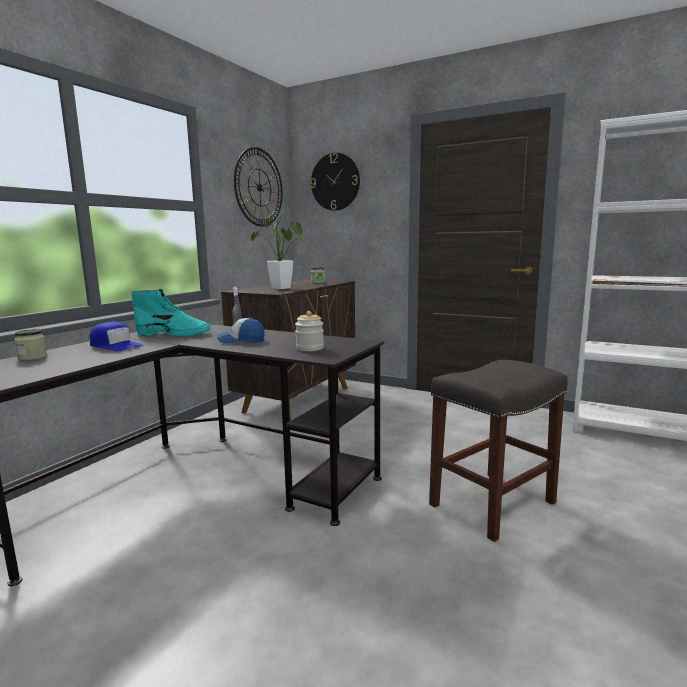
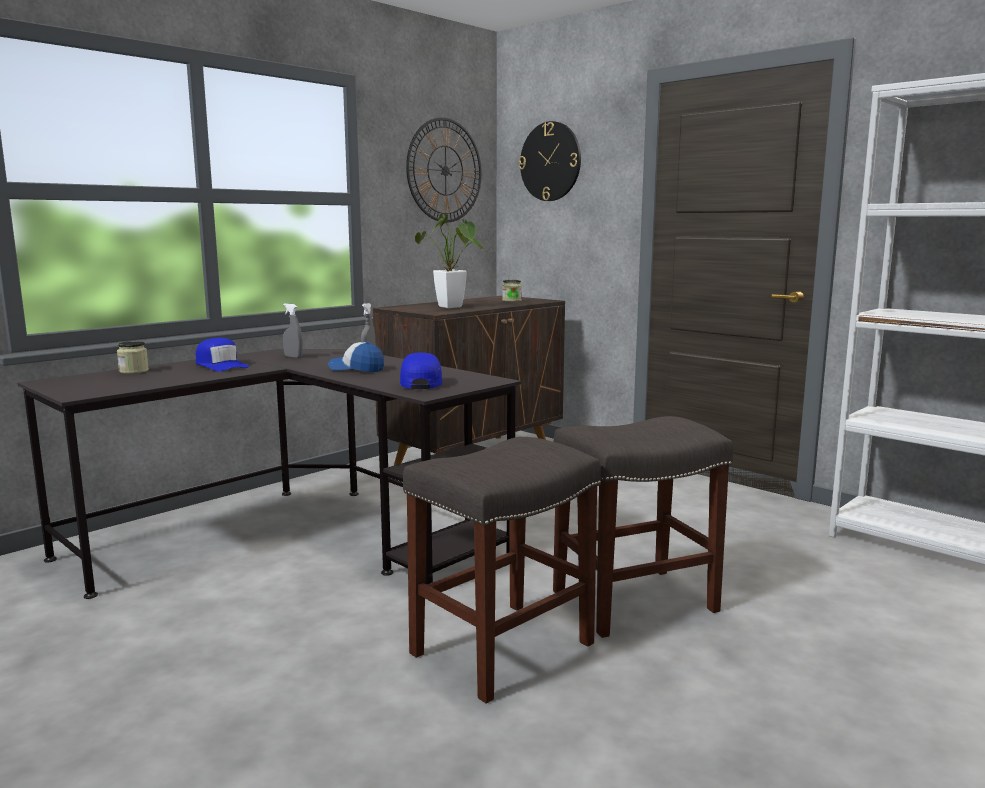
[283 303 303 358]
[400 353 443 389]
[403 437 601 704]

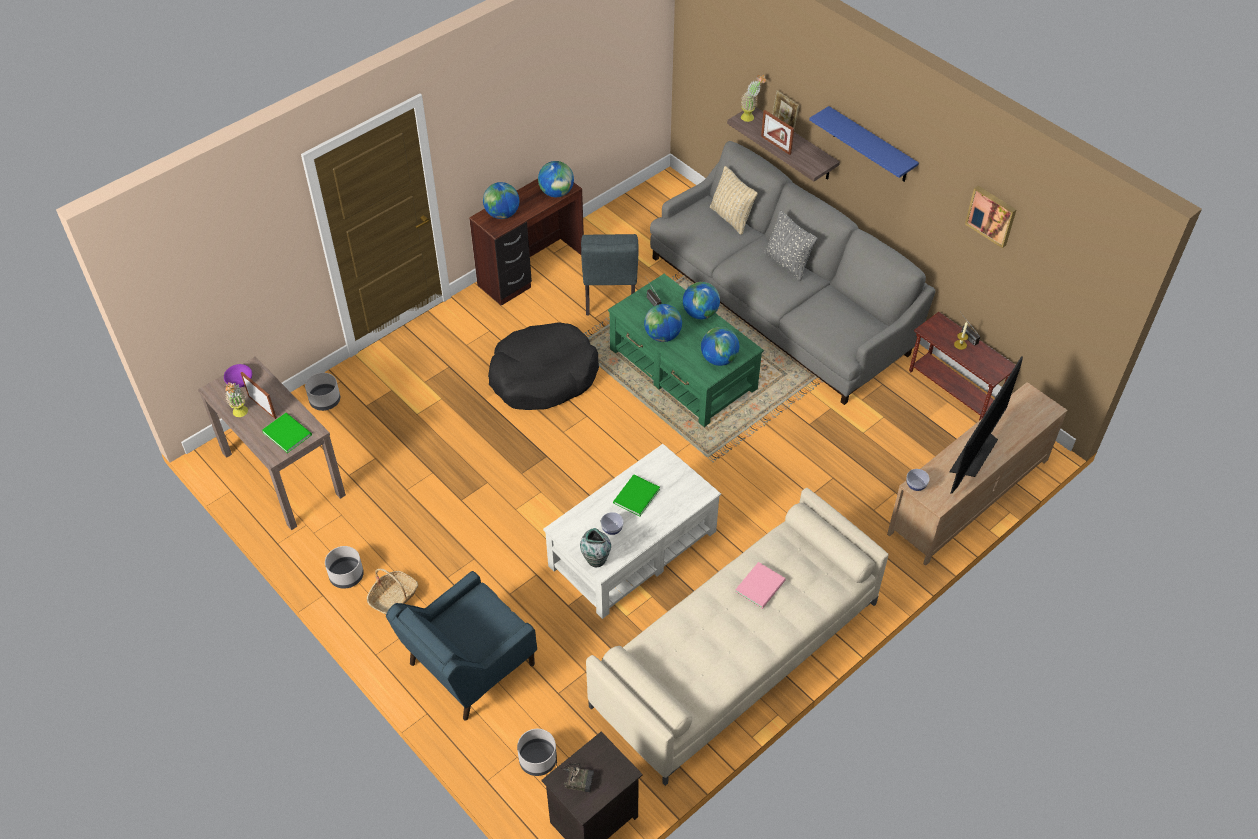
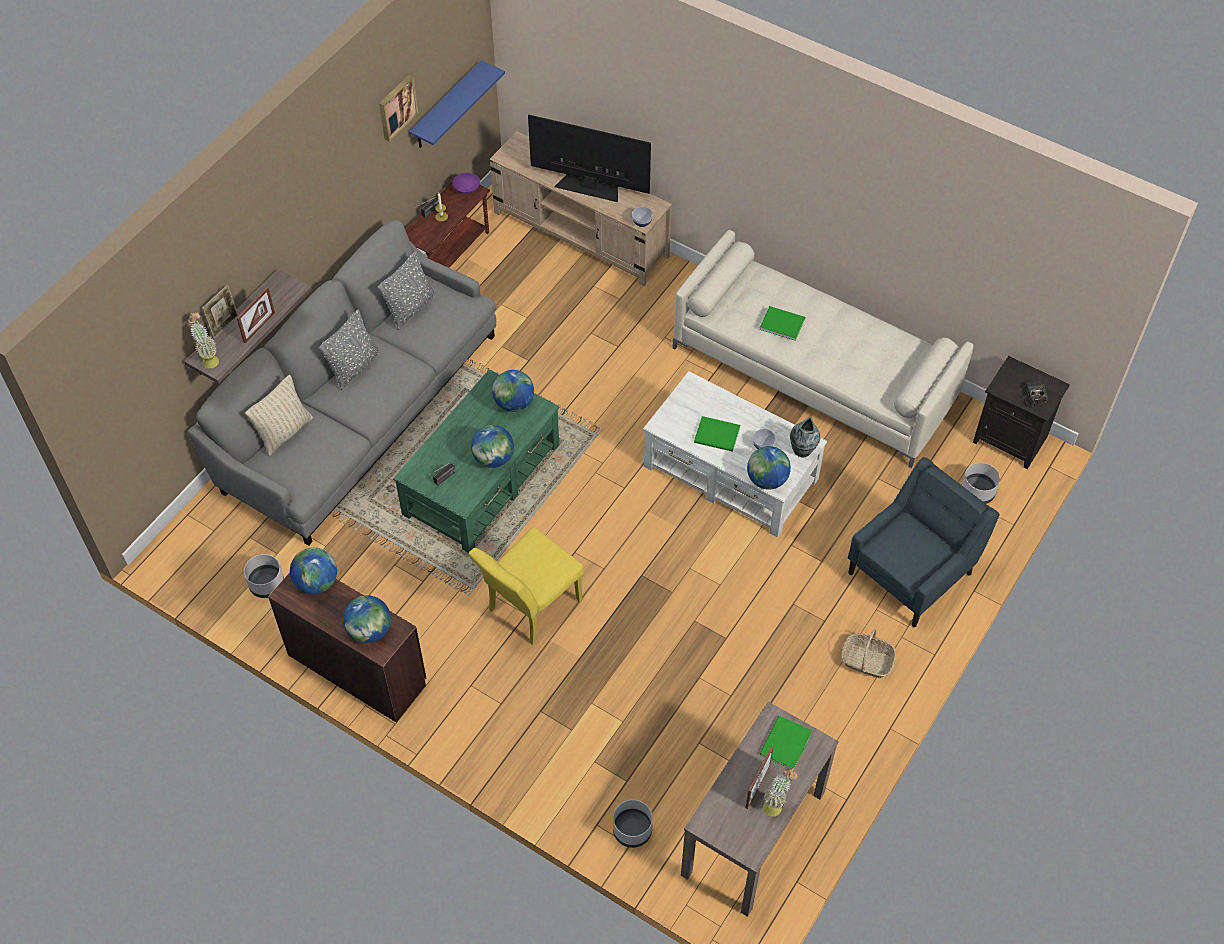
[409 60 505 148]
[581 234 638 315] (first image)
[747 446 791 490]
[468 527 584 645]
[453 173 480 194]
[244 554 284 598]
[759 306 805 341]
[848 457 1000 627]
[378 251 436 330]

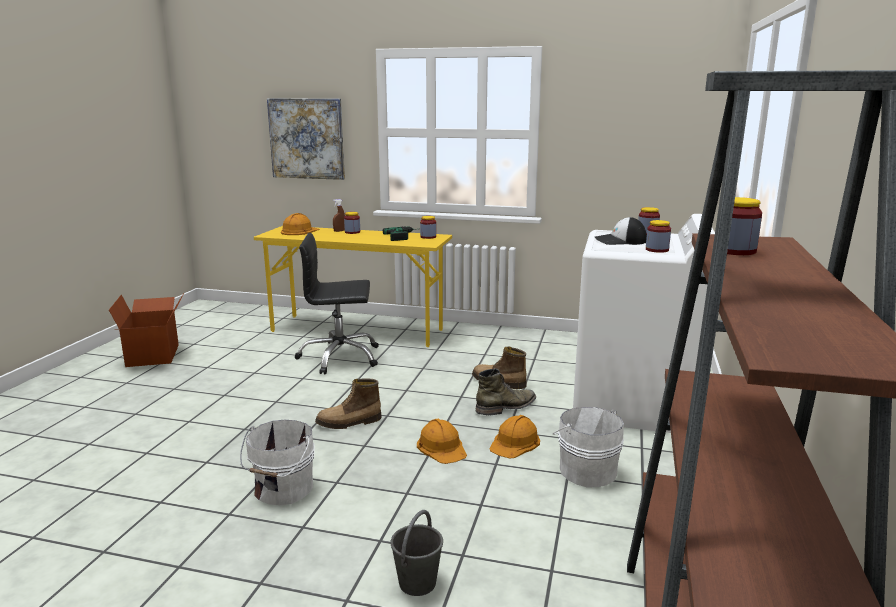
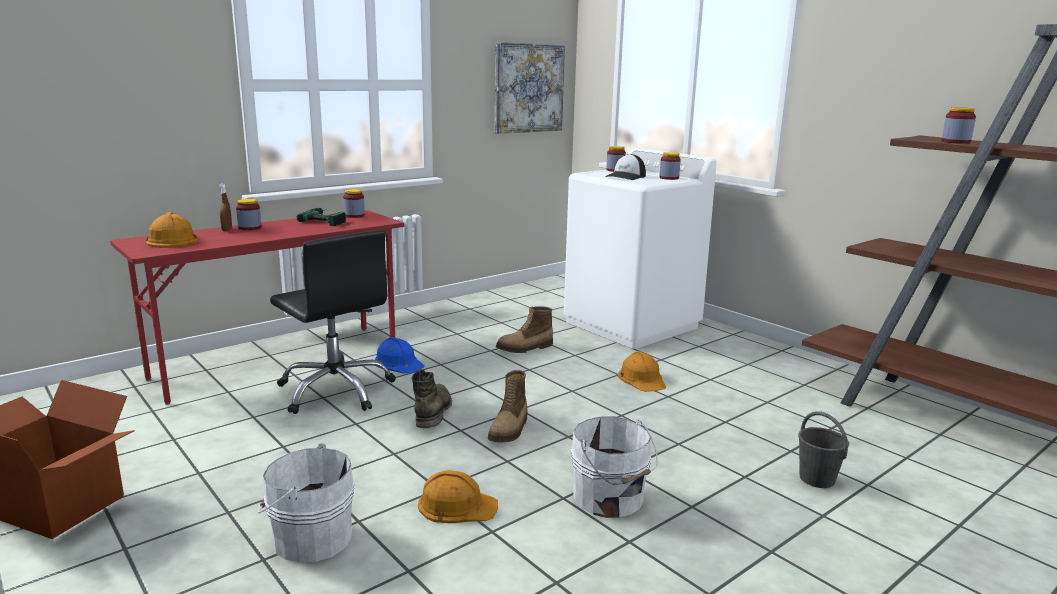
[495 42 565 134]
[110 210 404 405]
[270 230 396 414]
[412 369 452 428]
[257 444 355 562]
[418 470 498 523]
[375 337 424 373]

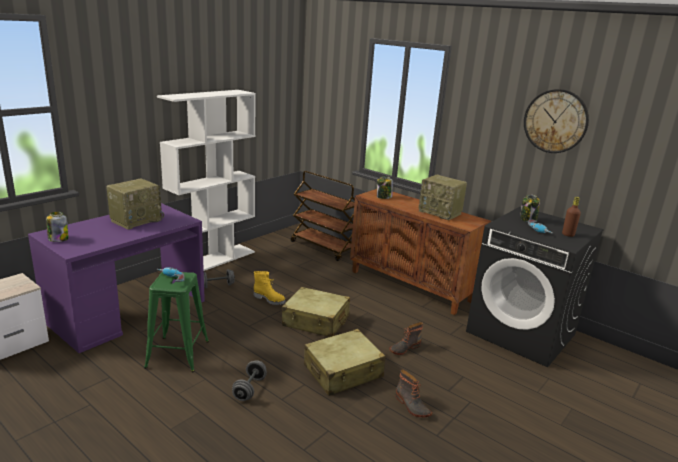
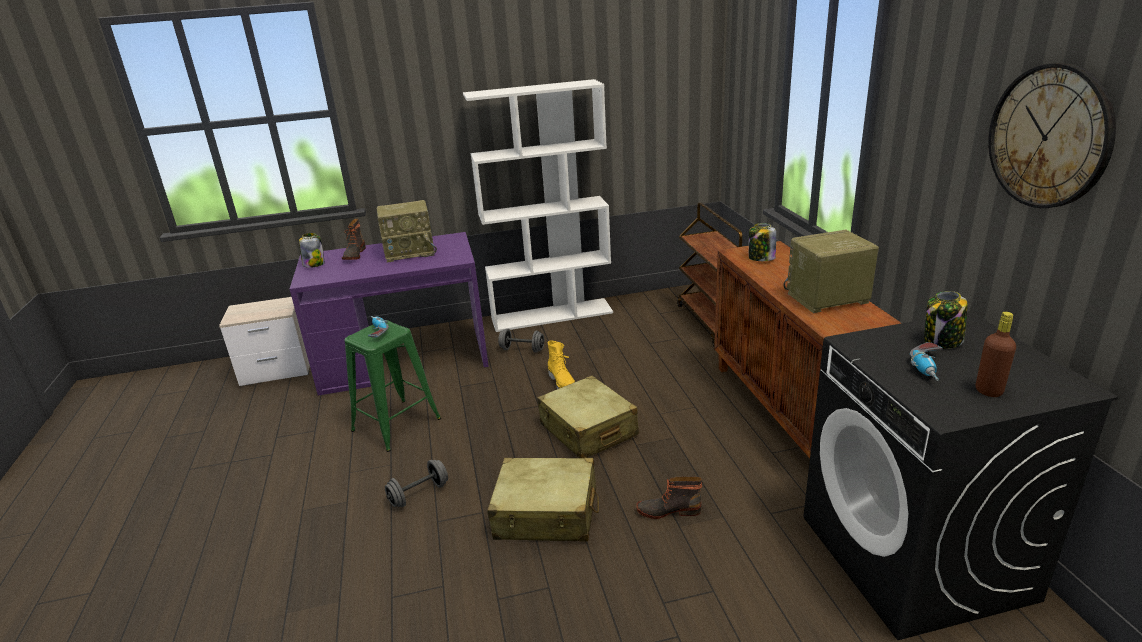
[783 230 879 313]
[342 219 366 260]

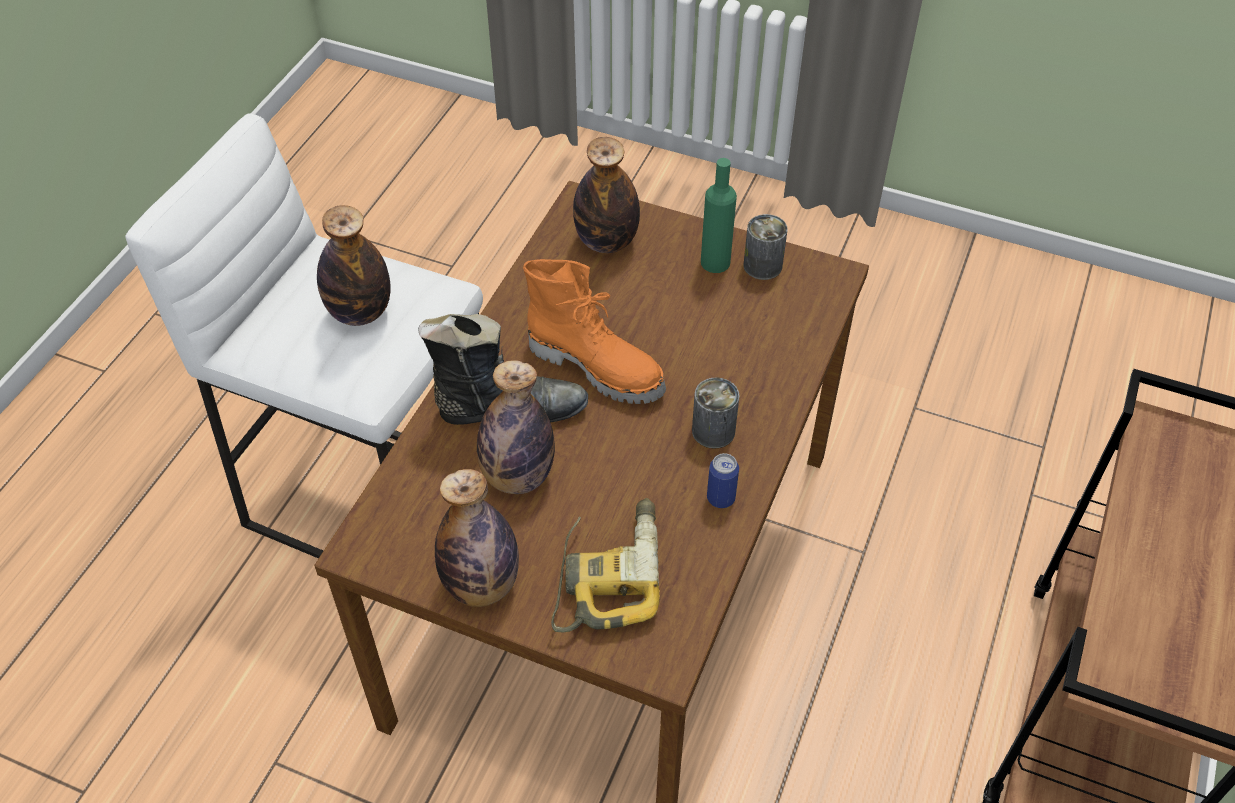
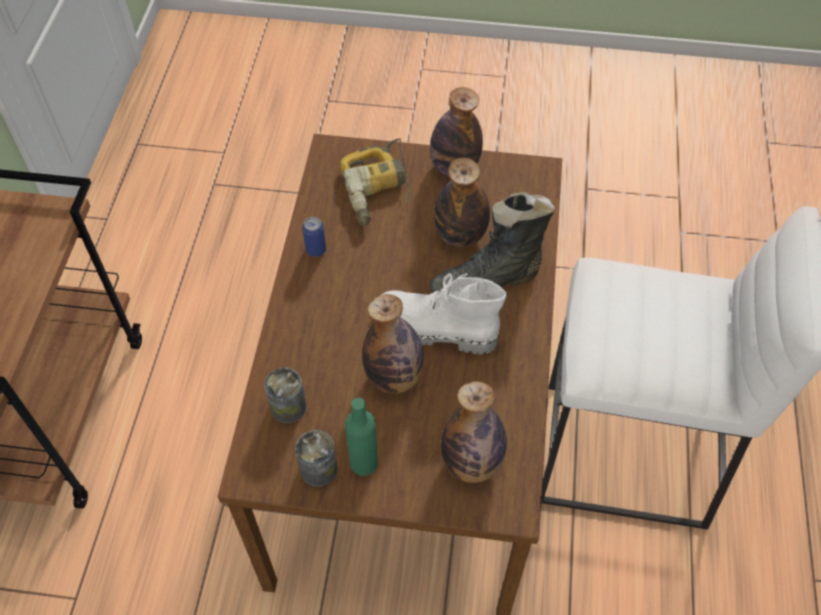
[362 294 424 394]
[380 273 507 355]
[265 368 306 423]

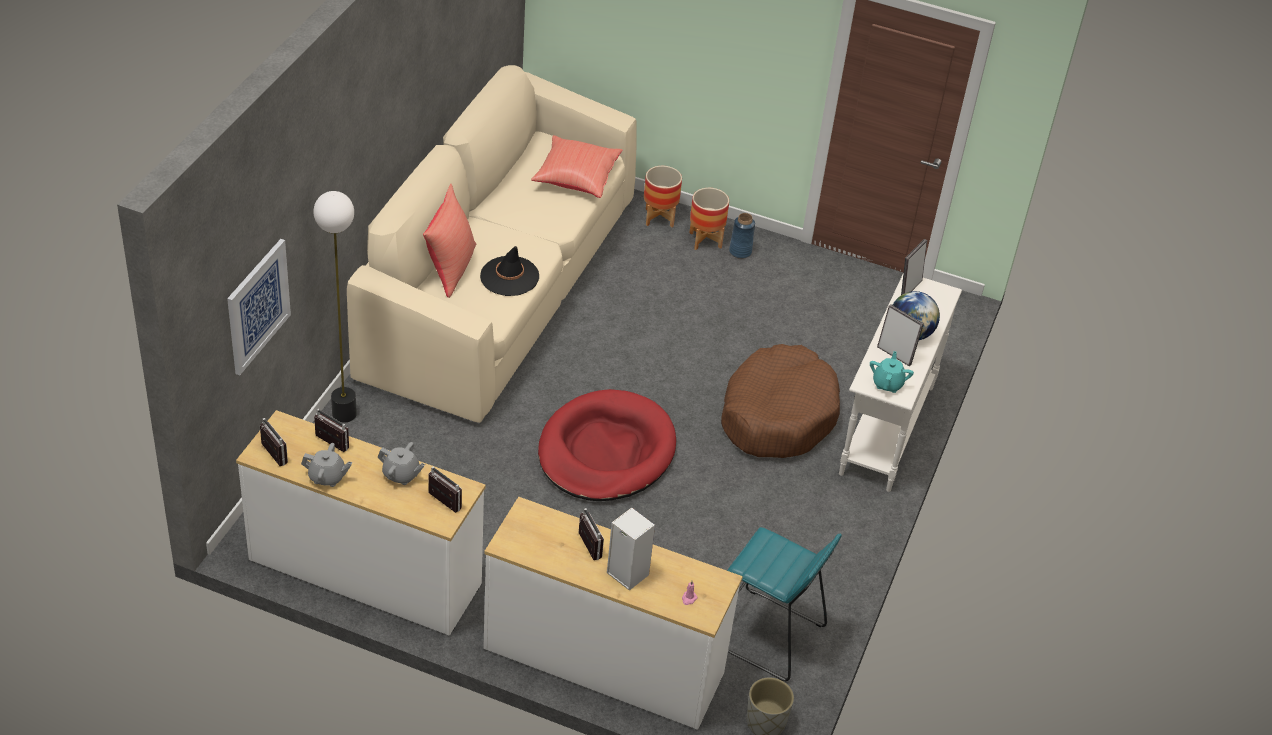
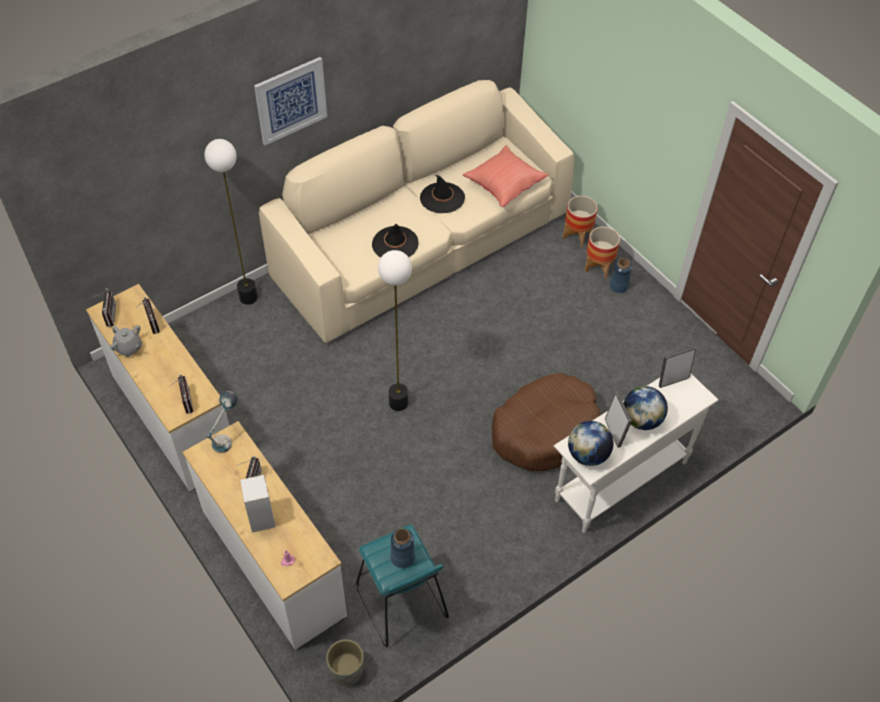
[423 183 476 298] (first image)
[254 57 327 145]
[568 421 613 466]
[378 250 412 411]
[378 442 425 485] (first image)
[420 174 465 213]
[207 391 238 453]
[390 528 415 568]

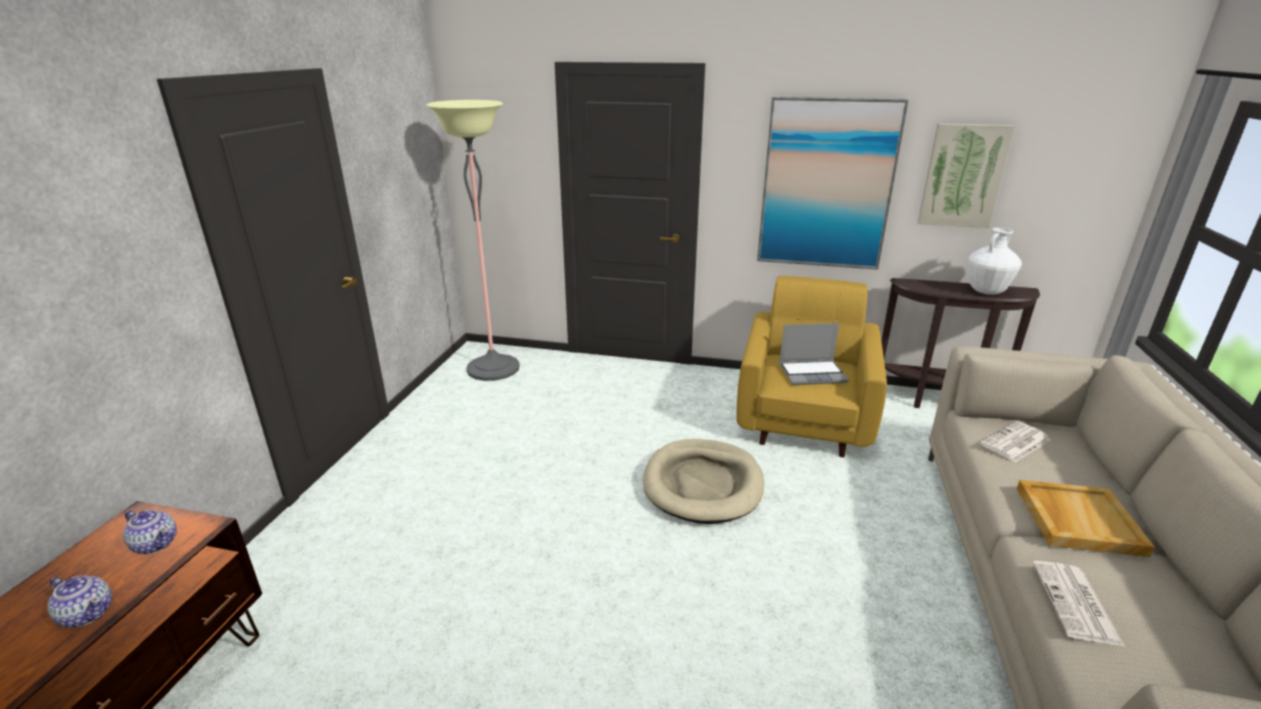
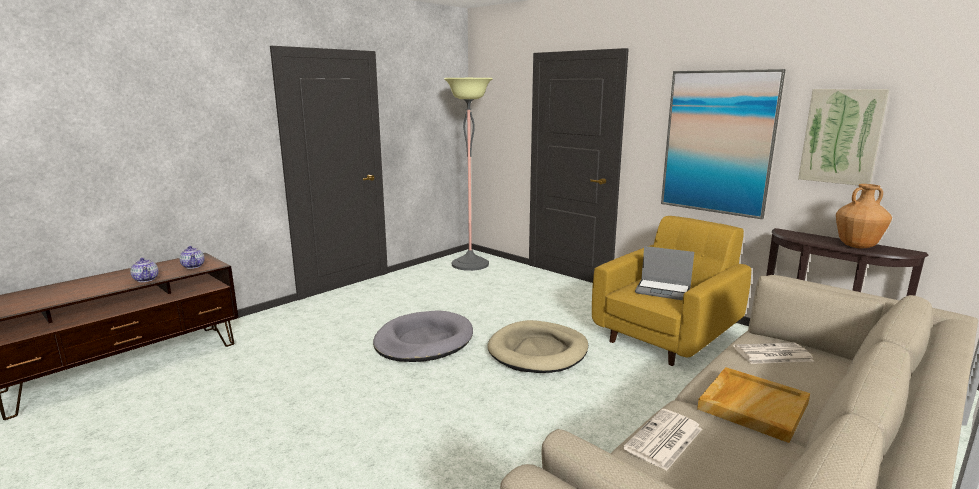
[836 184 892 248]
[373 311 473 362]

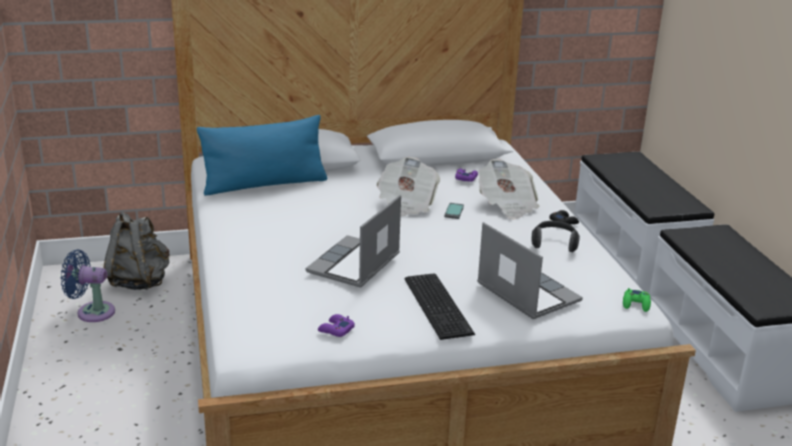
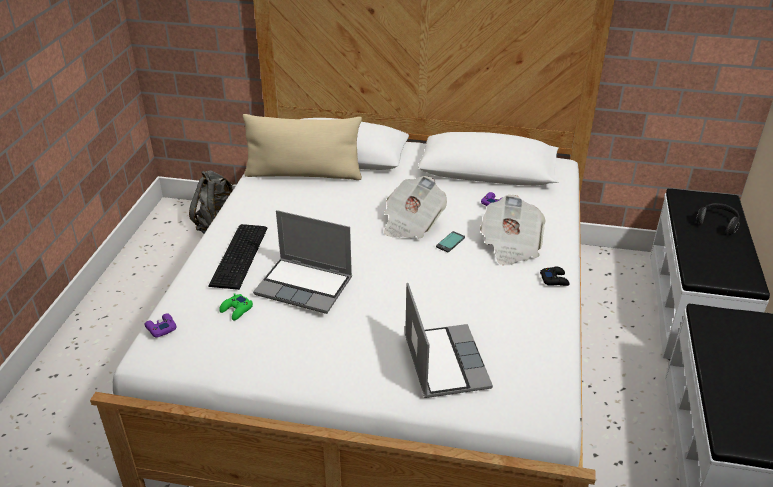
[243 114 362 180]
[253 210 352 314]
[696 203 740 235]
[61 250 115 322] (first image)
[208 224 268 290]
[219 293 253 321]
[144 313 176 337]

